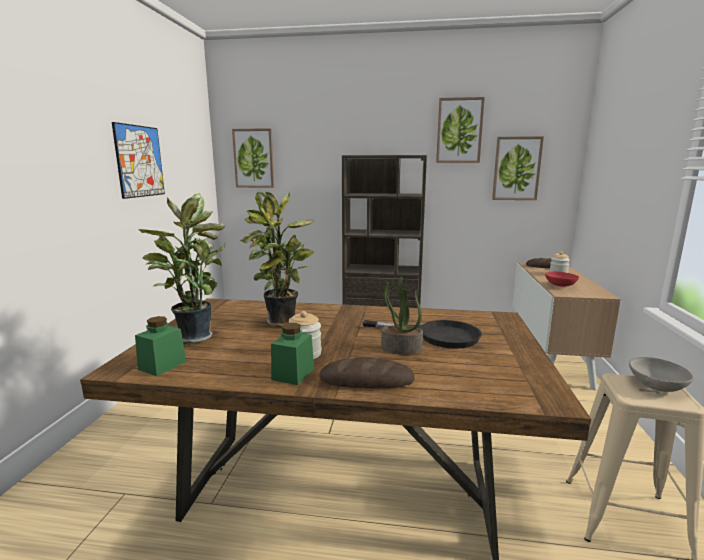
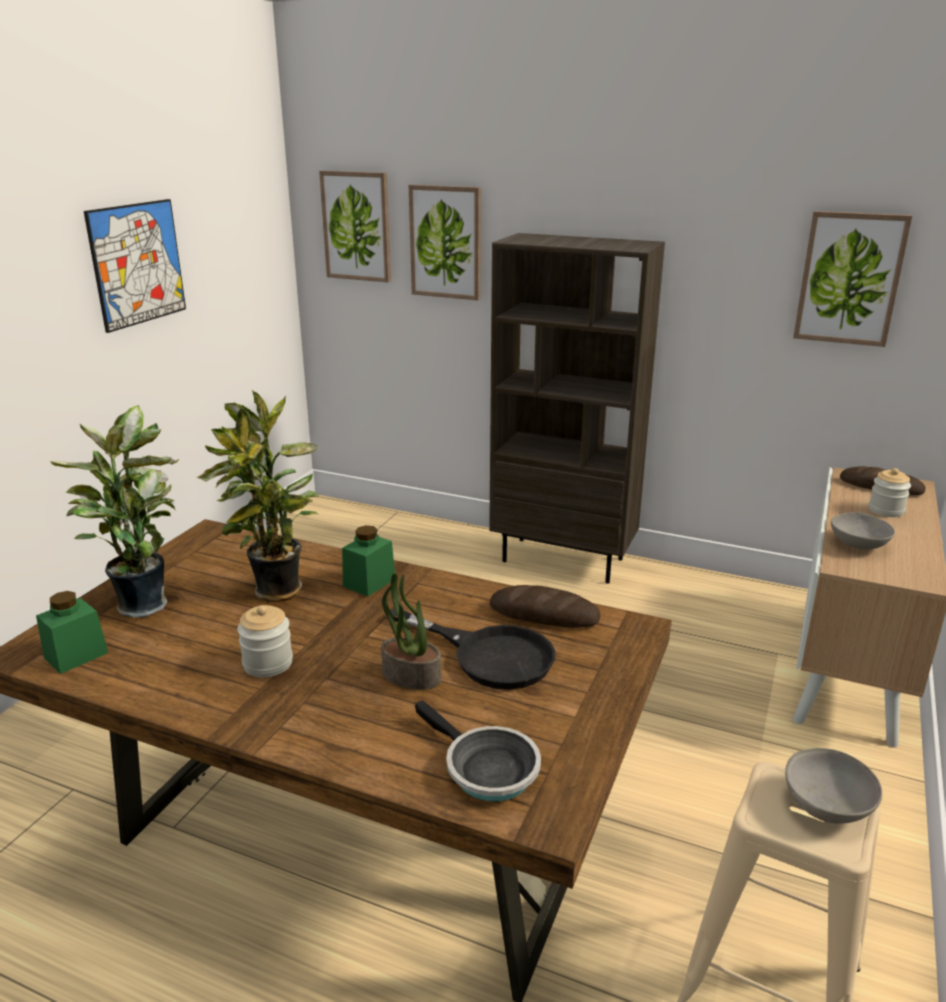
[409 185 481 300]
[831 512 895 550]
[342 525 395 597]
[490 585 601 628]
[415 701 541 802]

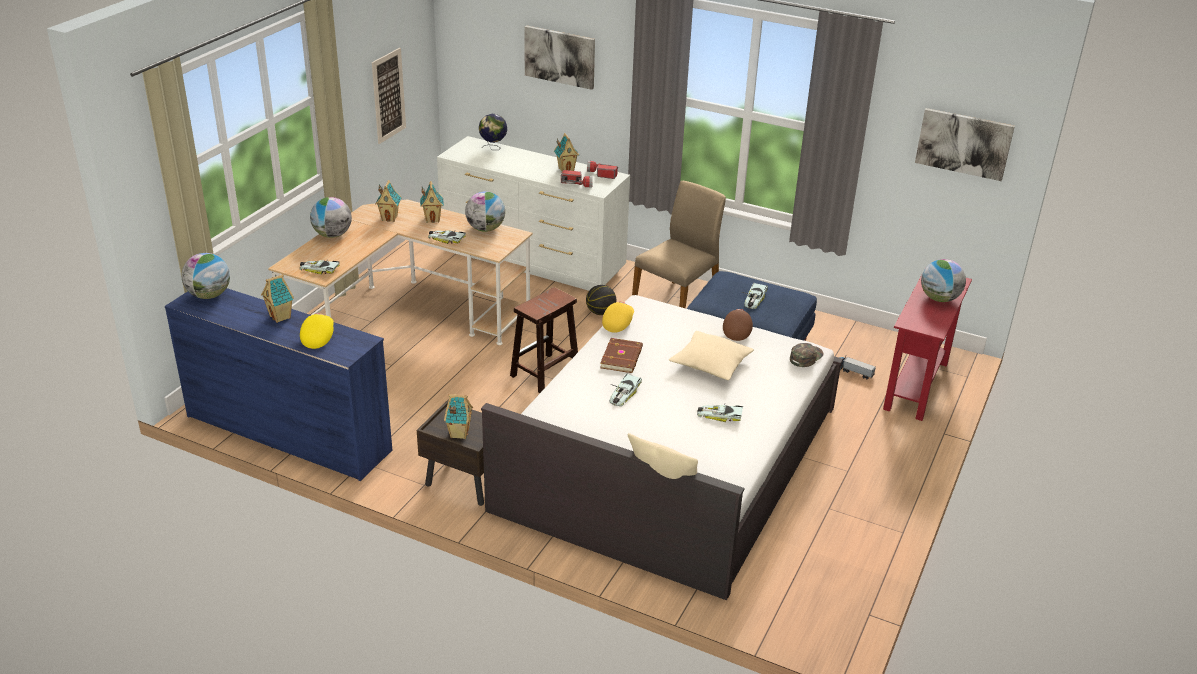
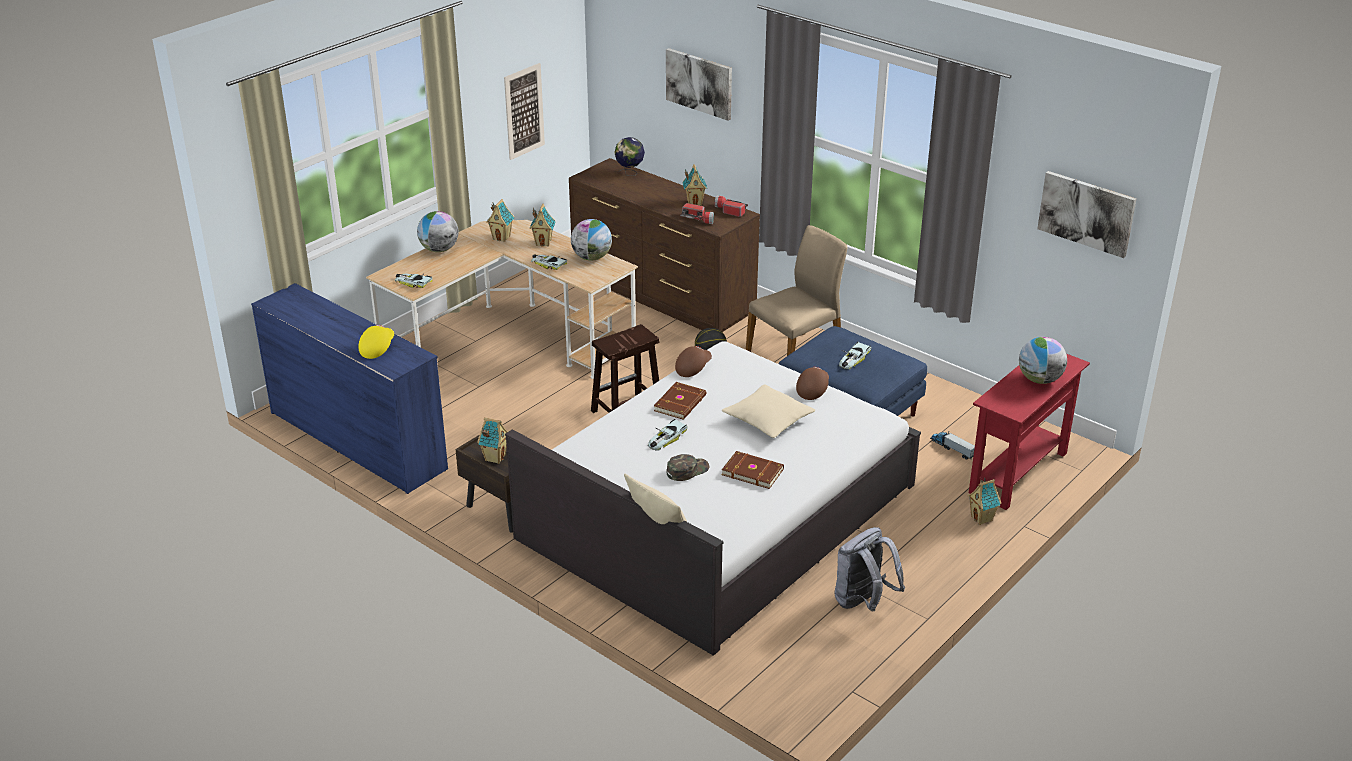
[569 158 760 332]
[182 253 230 299] (first image)
[967 478 1002 525]
[675 346 712 377]
[667 454 709 481]
[722 451 784 489]
[835 527 905 611]

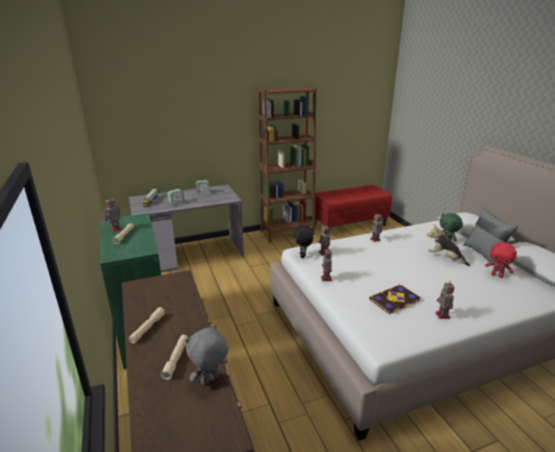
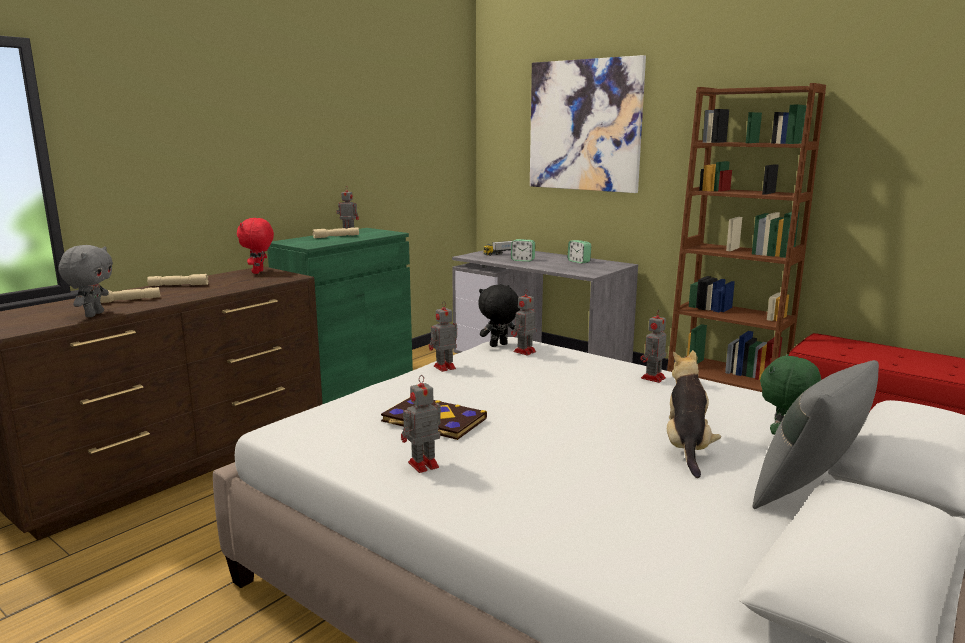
[237 218 274 274]
[59 245 113 317]
[530 55 646 193]

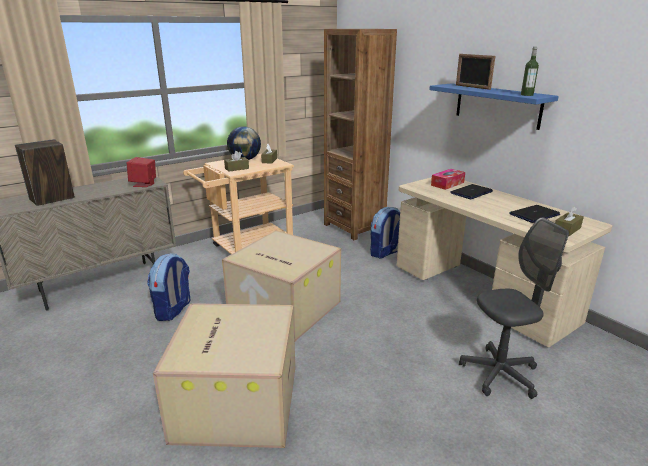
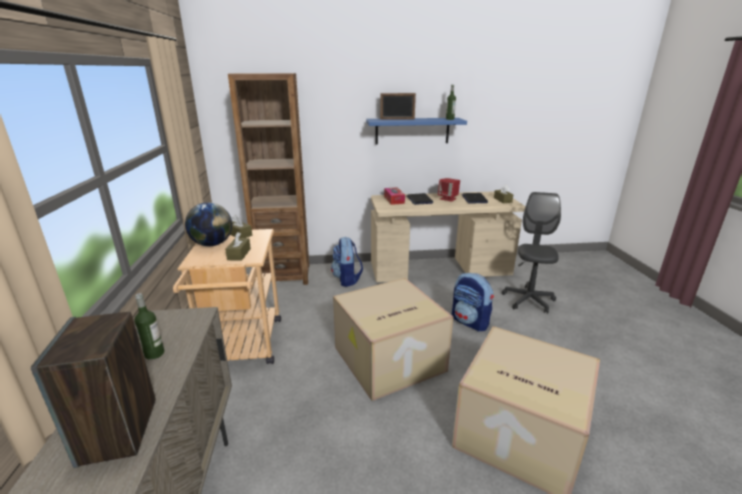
[438 178 460 202]
[452 273 494 331]
[134 293 164 360]

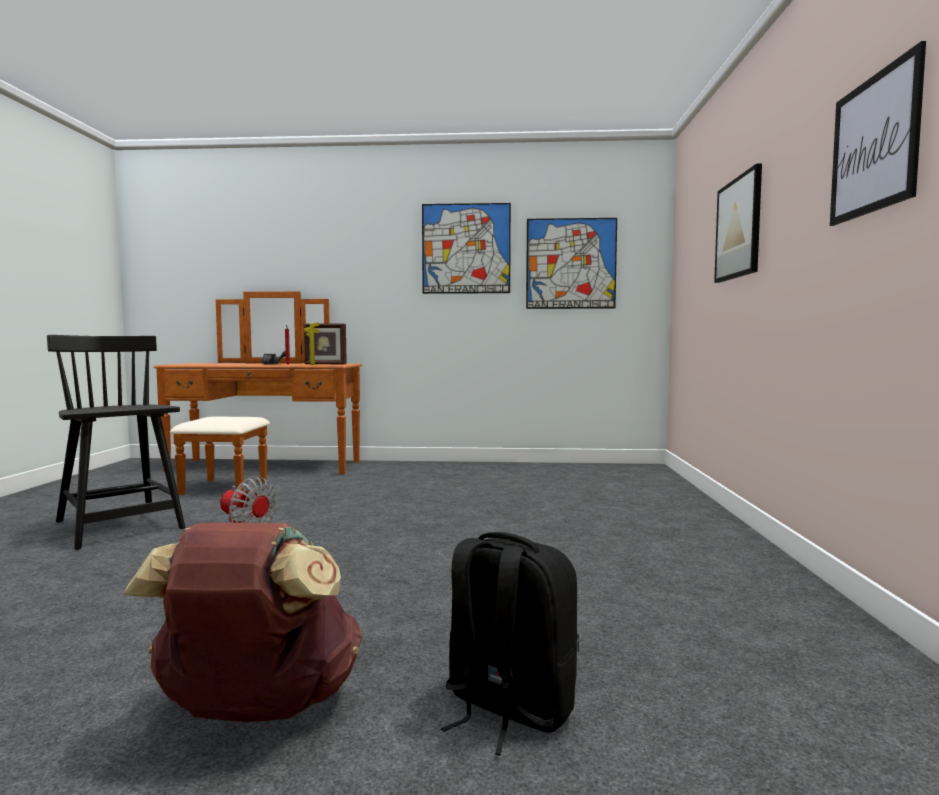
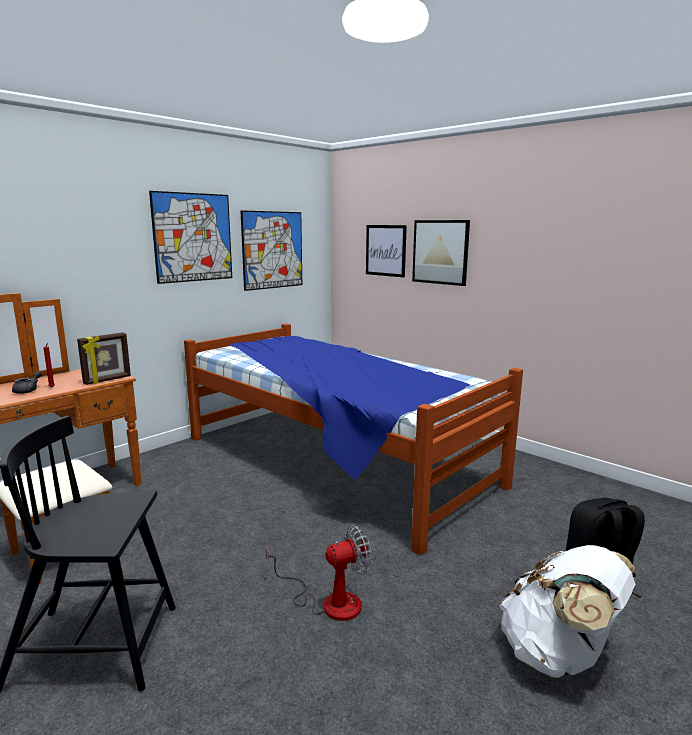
[366 225 407 277]
[499 545 635 678]
[184 324 523 555]

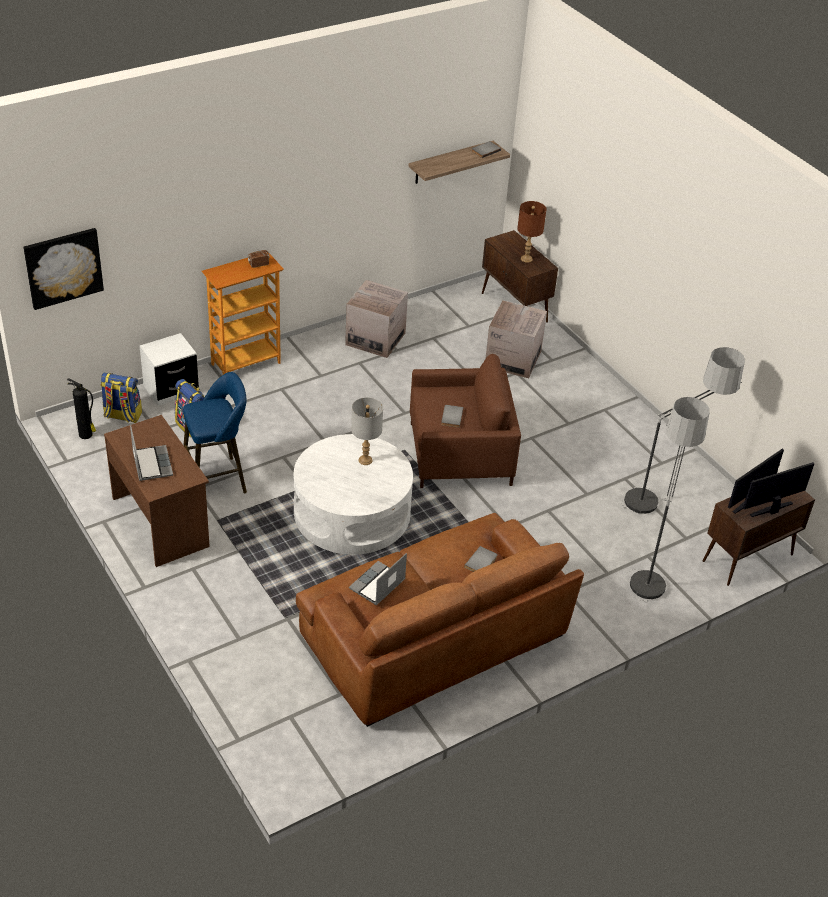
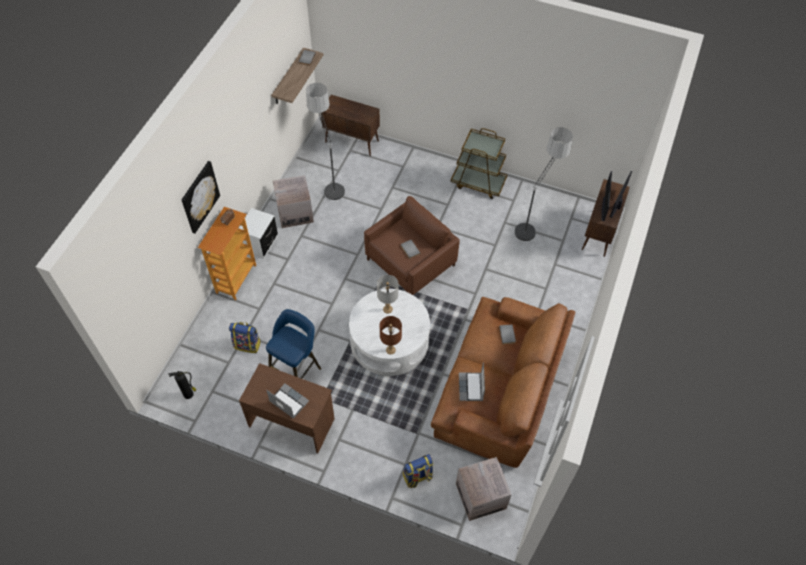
[380 316 402 354]
[181 161 220 234]
[456 457 512 521]
[239 208 278 259]
[403 454 433 488]
[306 83 345 202]
[451 128 507 199]

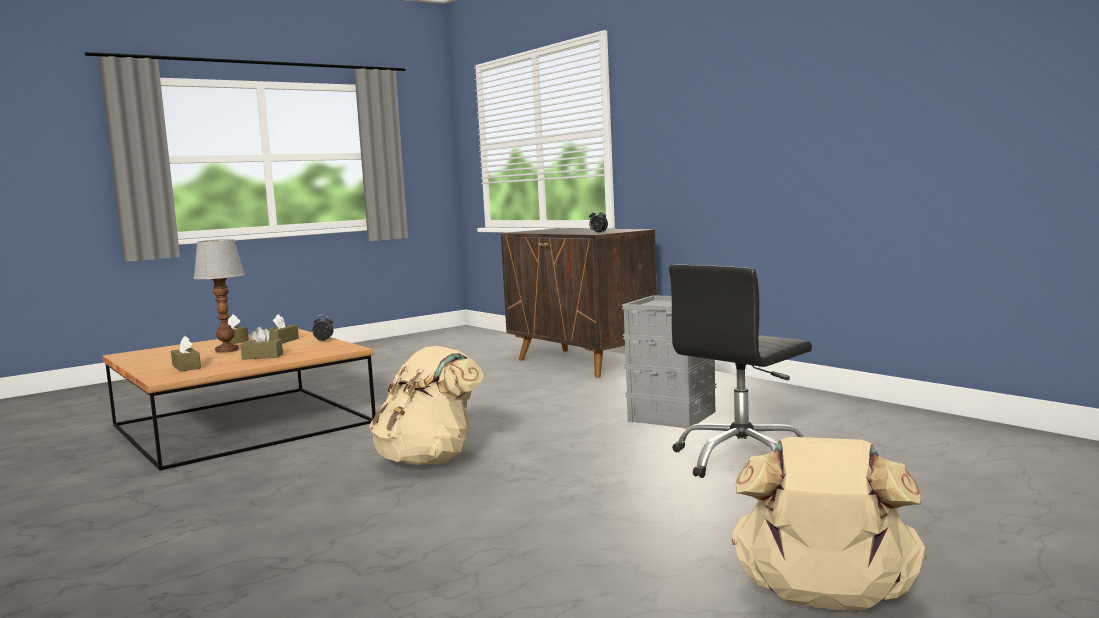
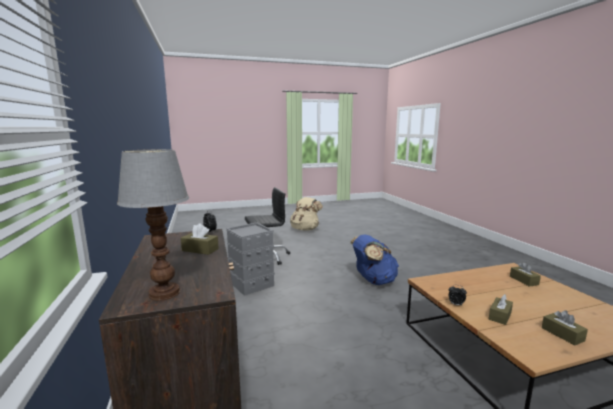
[117 149 189 301]
[181 223 219 255]
[350 235 399 285]

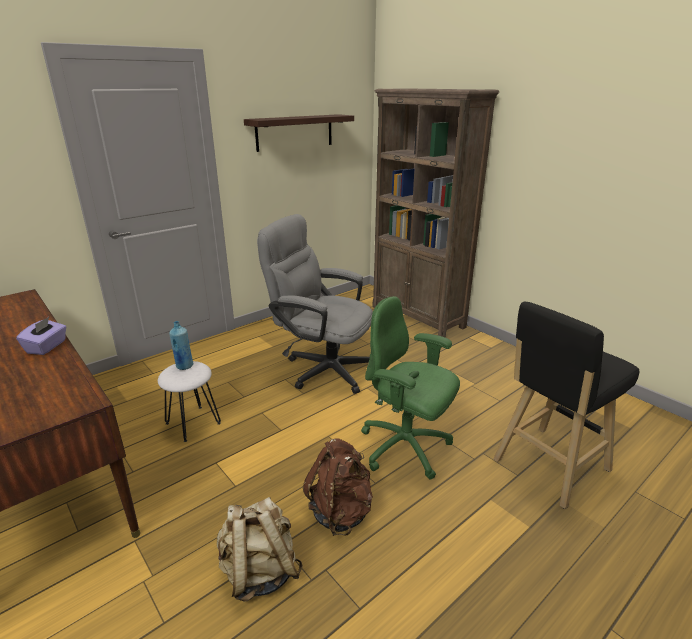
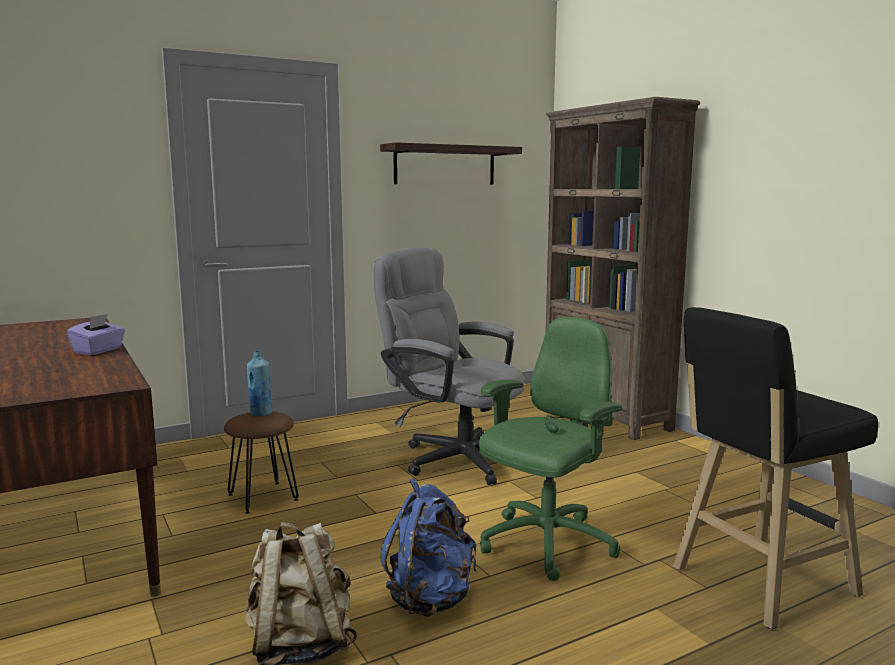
[479 317 622 581]
[224 411 299 514]
[380 478 476 617]

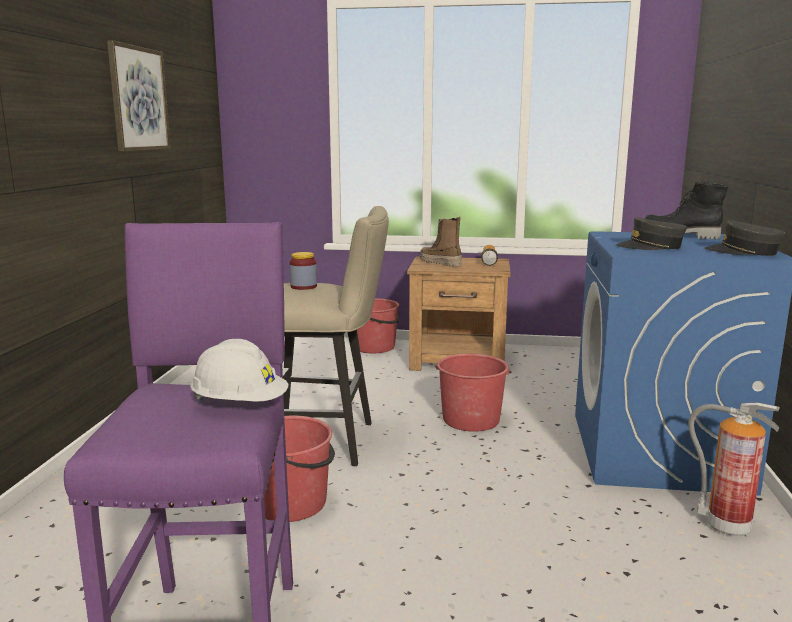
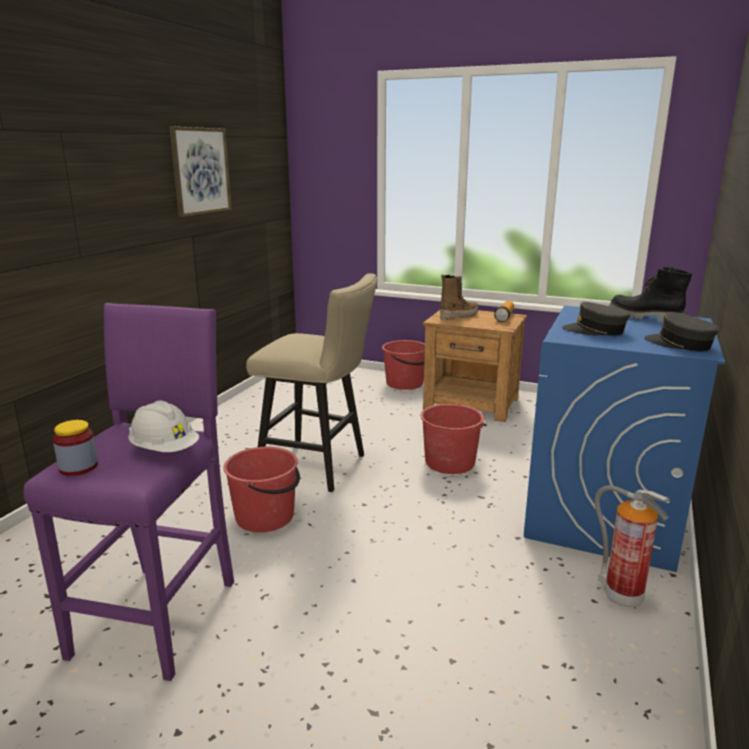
[440 275 478 320]
[53 420 98 476]

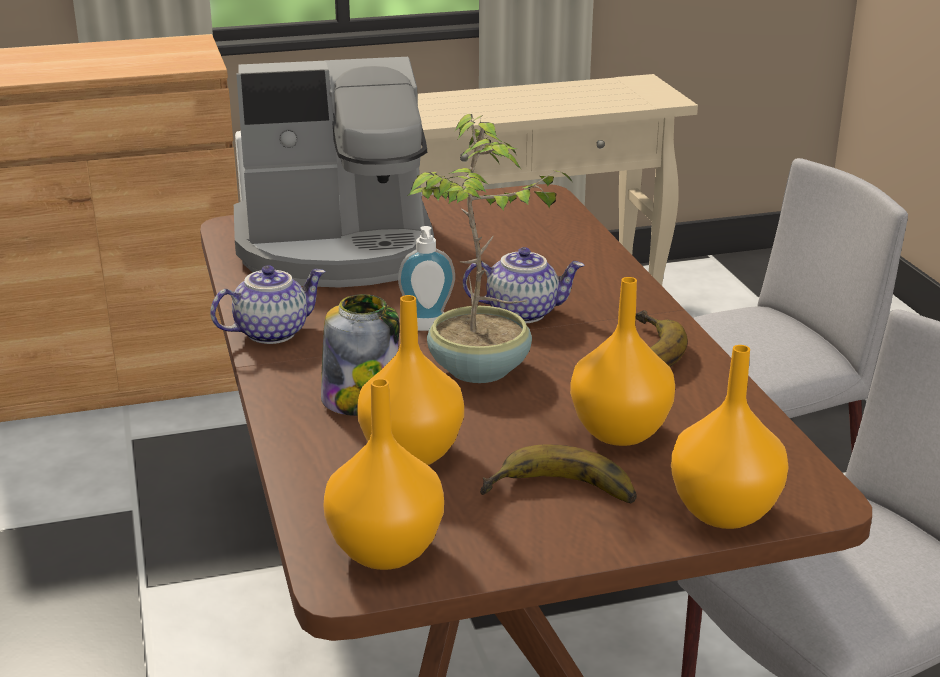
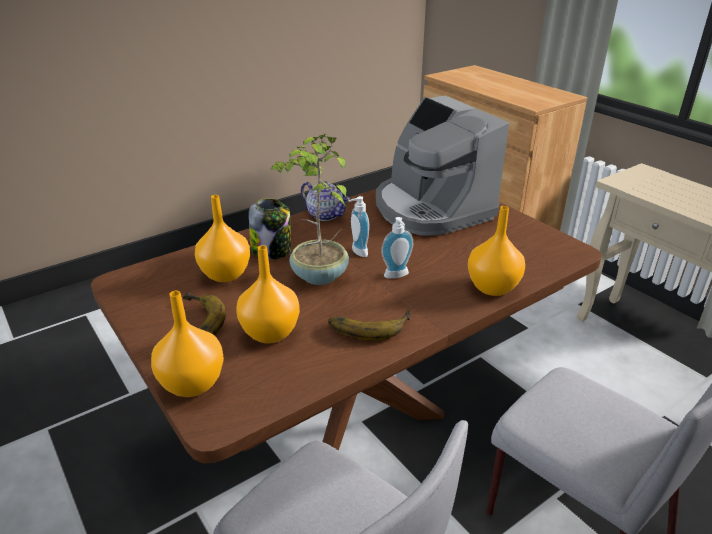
[381 217 413 279]
[468 206 525 296]

